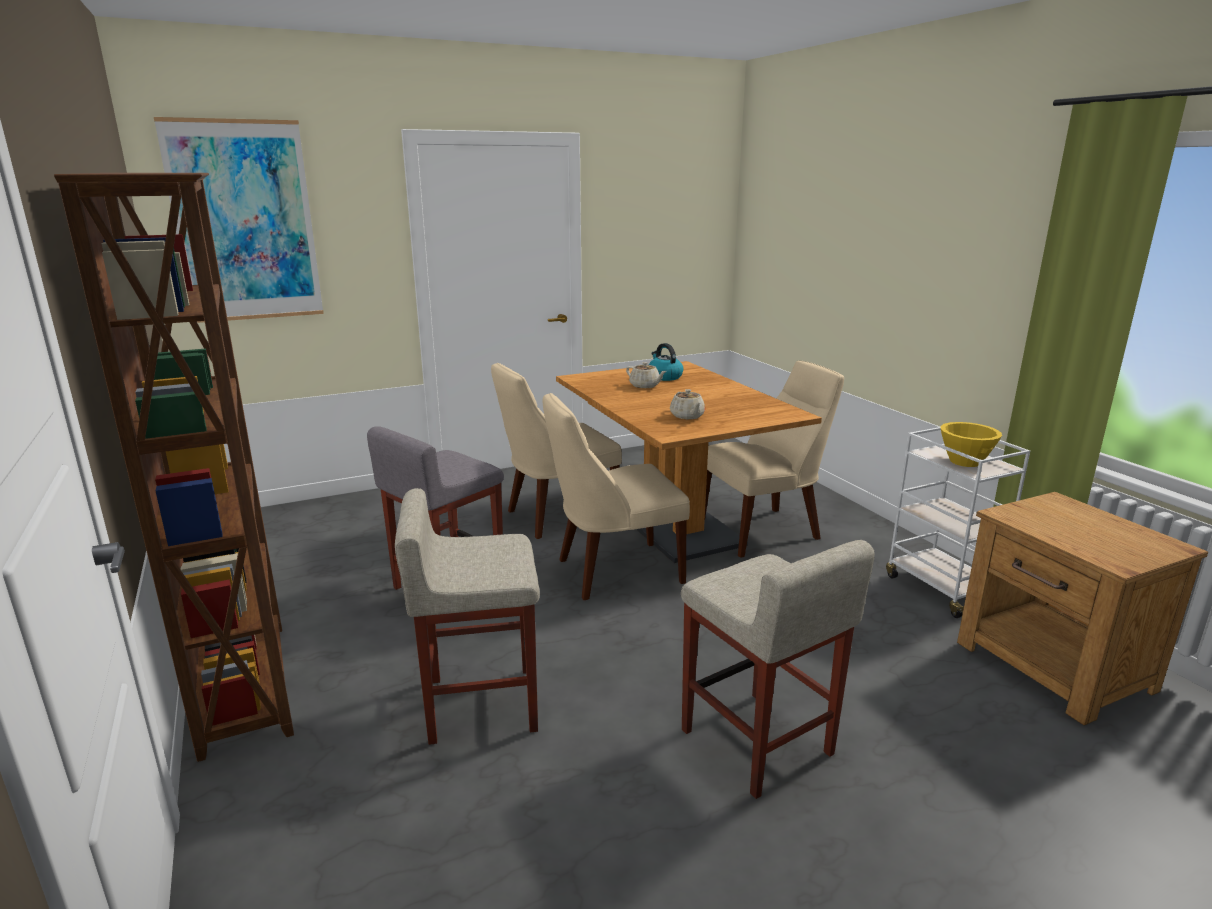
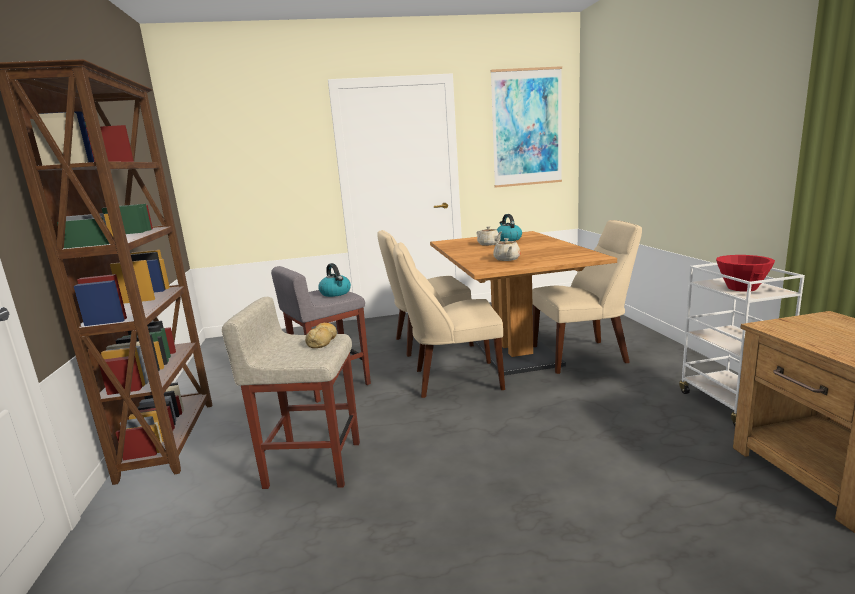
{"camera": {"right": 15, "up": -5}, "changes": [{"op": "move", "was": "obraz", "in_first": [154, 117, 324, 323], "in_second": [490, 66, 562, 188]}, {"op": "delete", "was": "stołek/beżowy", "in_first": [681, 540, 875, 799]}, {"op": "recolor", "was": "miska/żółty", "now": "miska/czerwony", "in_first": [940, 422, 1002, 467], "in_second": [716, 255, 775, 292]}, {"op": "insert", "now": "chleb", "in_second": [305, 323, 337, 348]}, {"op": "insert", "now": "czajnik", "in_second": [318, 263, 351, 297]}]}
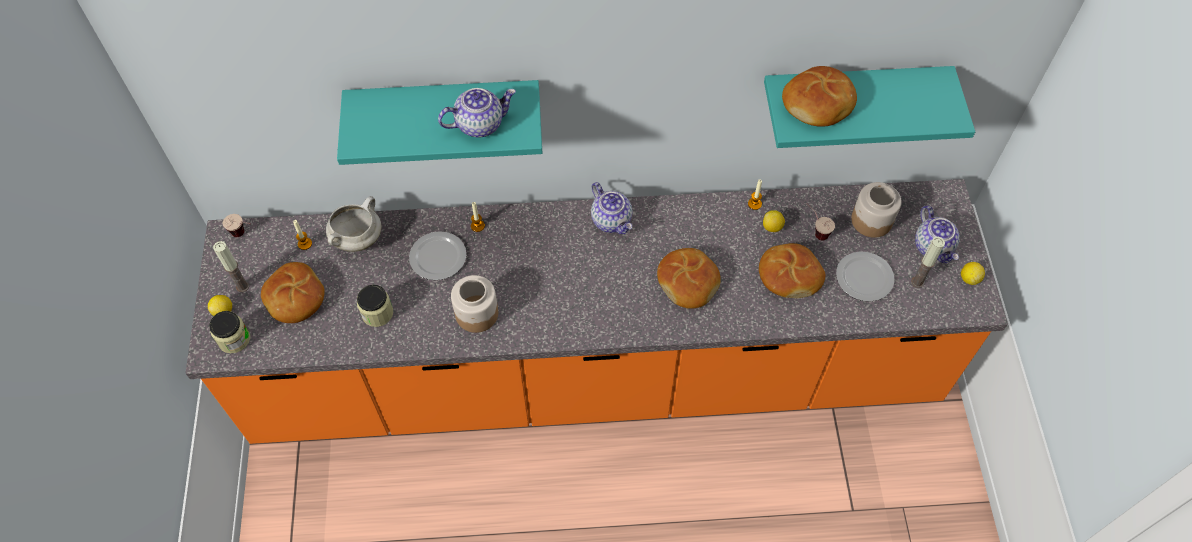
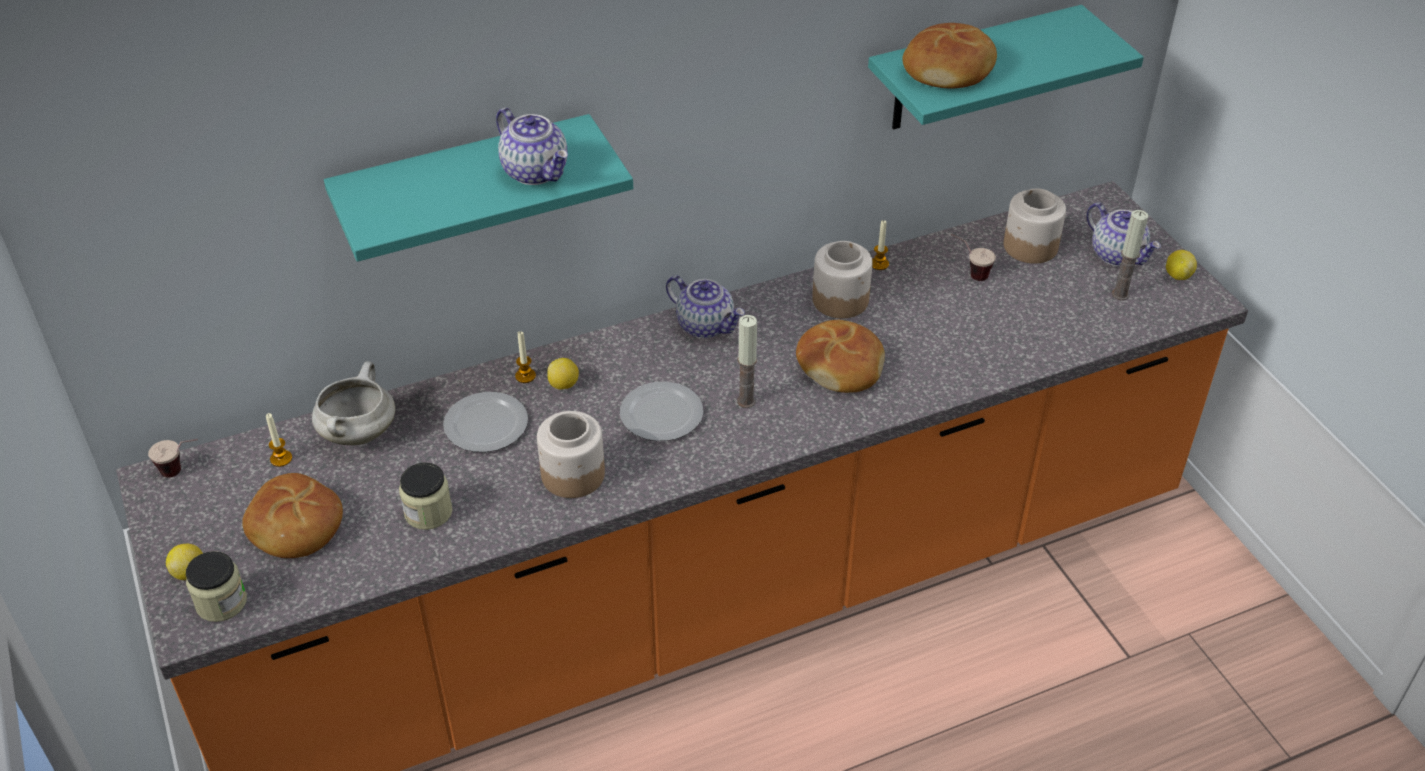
{"camera": {"right": -20, "up": -15}, "changes": [{"op": "move", "was": "świeca", "in_first": [213, 241, 249, 292], "in_second": [737, 315, 757, 408]}, {"op": "rotate", "was": "imbryk", "in_first": [438, 88, 516, 138], "in_second": [496, 108, 568, 185], "clockwise": 90}, {"op": "delete", "was": "chleb", "in_first": [759, 243, 825, 298]}, {"op": "move", "was": "cytryna", "in_first": [763, 210, 785, 232], "in_second": [547, 358, 579, 390]}, {"op": "move", "was": "talerz", "in_first": [836, 251, 895, 301], "in_second": [620, 382, 703, 441]}, {"op": "insert", "now": "słoik", "in_second": [812, 241, 873, 318]}]}
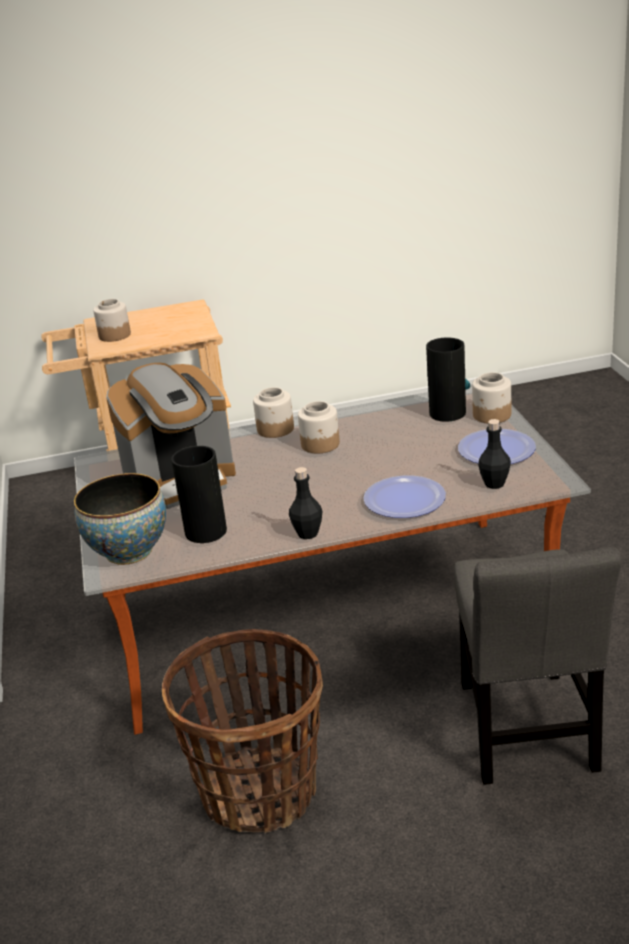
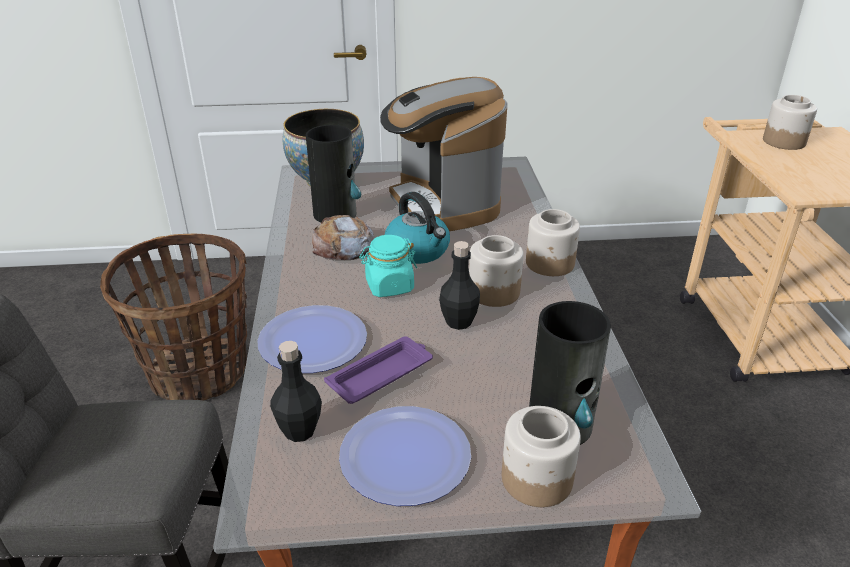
{"camera": {"right": 95, "up": 5}, "changes": [{"op": "move", "was": "butelka/czarny", "in_first": [289, 467, 322, 539], "in_second": [439, 241, 480, 330]}, {"op": "insert", "now": "chleb", "in_second": [312, 215, 376, 260]}, {"op": "insert", "now": "taca/fioletowy", "in_second": [324, 336, 433, 404]}, {"op": "insert", "now": "słoik/turkusowy", "in_second": [359, 235, 417, 297]}, {"op": "insert", "now": "czajnik", "in_second": [385, 192, 450, 264]}]}
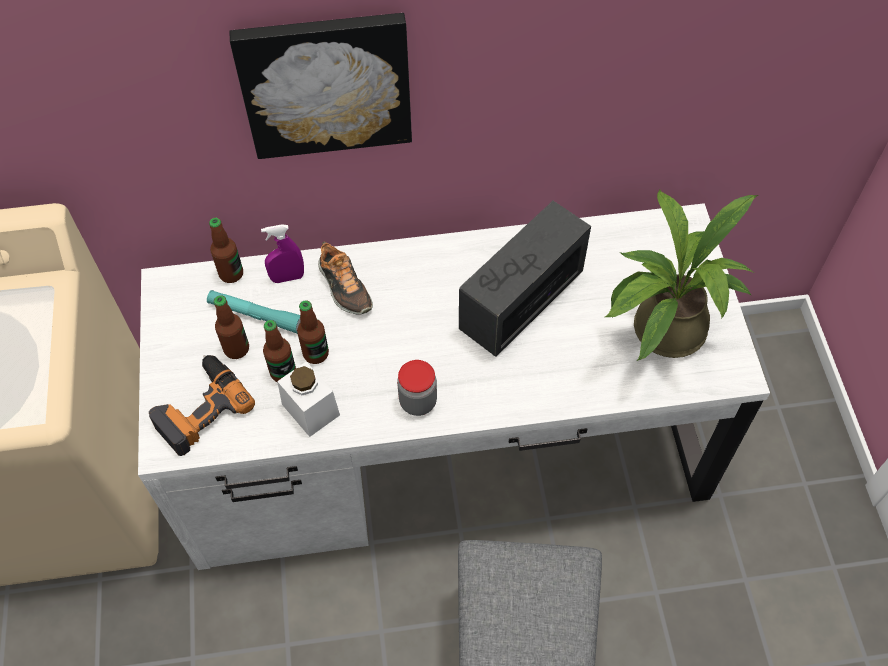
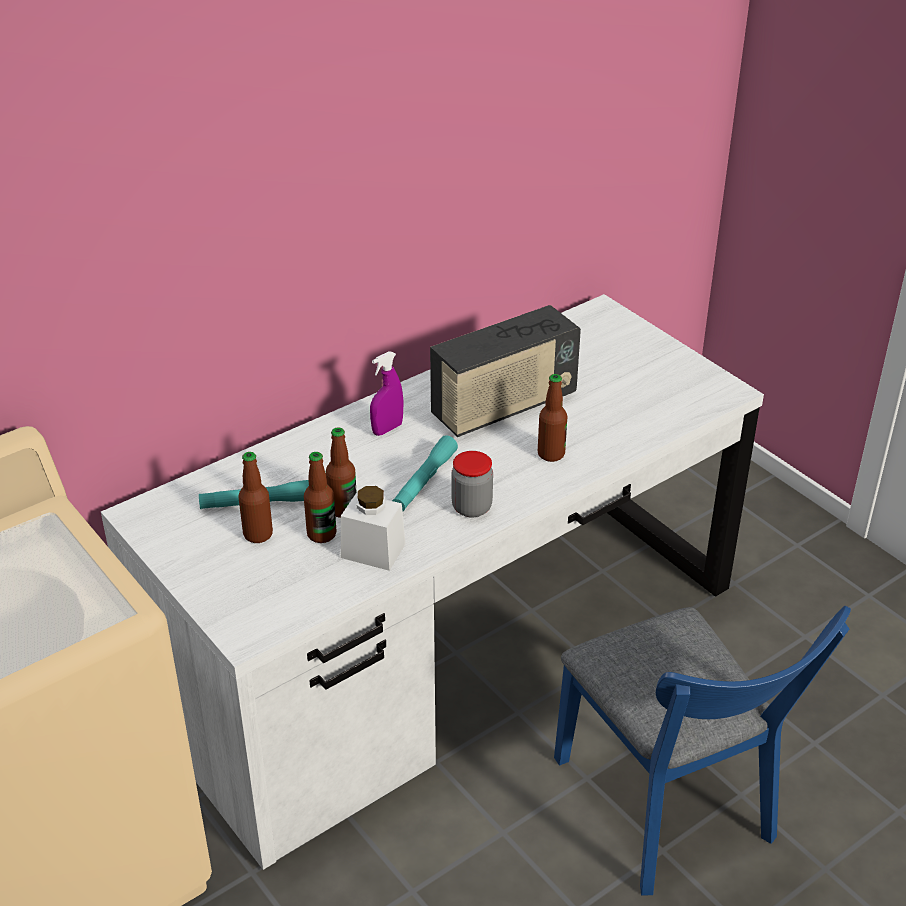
{"camera": {"right": -30, "up": -20}, "changes": [{"op": "delete", "was": "wiertarka", "in_first": [149, 355, 255, 456]}, {"op": "move", "was": "butelka", "in_first": [209, 218, 243, 283], "in_second": [538, 374, 568, 462]}, {"op": "delete", "was": "obraz", "in_first": [229, 13, 412, 159]}, {"op": "move", "was": "spryskiwacz/fioletowy", "in_first": [261, 225, 304, 283], "in_second": [370, 351, 404, 436]}, {"op": "delete", "was": "but", "in_first": [318, 241, 373, 315]}, {"op": "rotate", "was": "radio", "in_first": [459, 201, 591, 357], "in_second": [430, 305, 581, 437], "clockwise": -135}, {"op": "delete", "was": "roślina doniczkowa", "in_first": [605, 190, 759, 361]}, {"op": "insert", "now": "latarka/turkusowy", "in_second": [392, 435, 458, 511]}]}
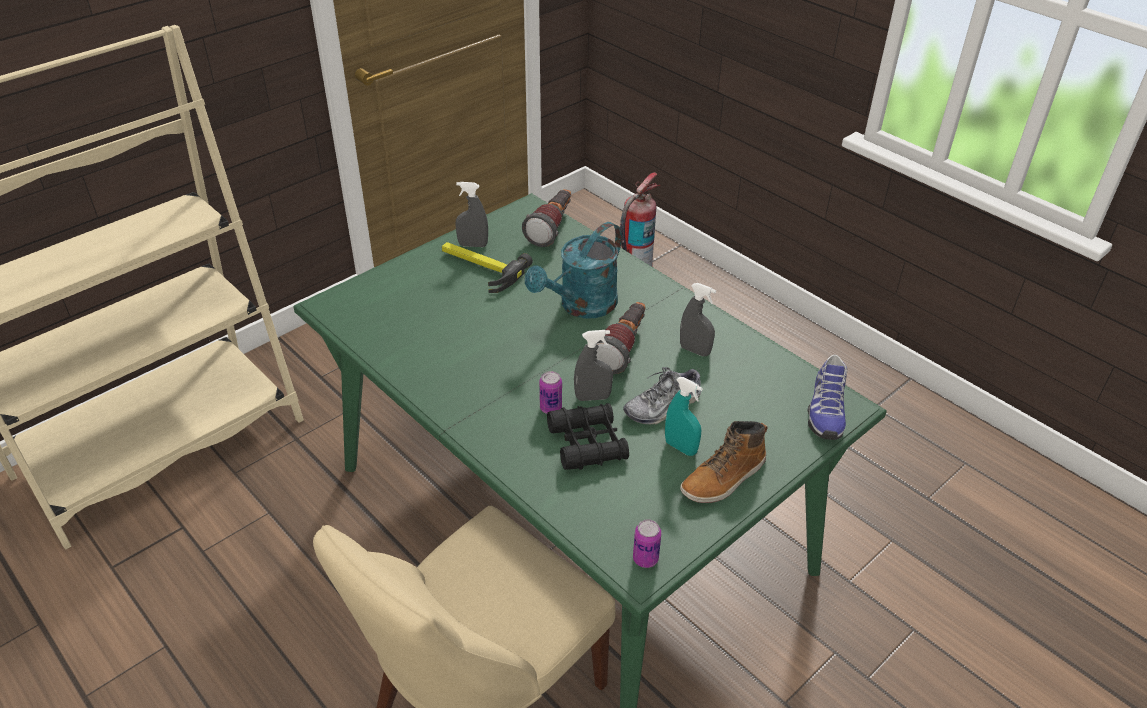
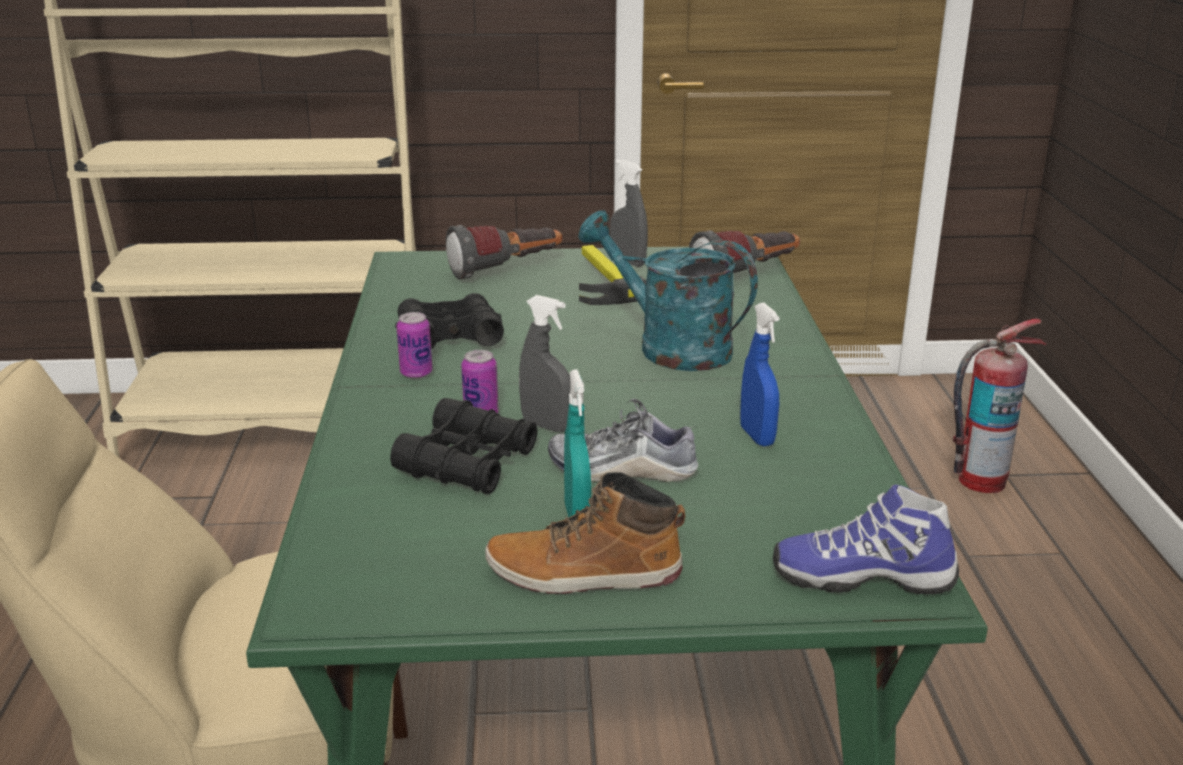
{"camera": {"right": 40, "up": -15}, "changes": [{"op": "rotate", "was": "konewka/turkusowy", "in_first": [525, 222, 622, 319], "in_second": [578, 211, 758, 371], "clockwise": 45}, {"op": "move", "was": "latarka", "in_first": [596, 302, 645, 374], "in_second": [446, 225, 562, 280]}, {"op": "move", "was": "puszka", "in_first": [633, 519, 662, 568], "in_second": [397, 312, 432, 379]}, {"op": "recolor", "was": "spryskiwacz/szary", "now": "spryskiwacz/niebieski", "in_first": [680, 283, 716, 356], "in_second": [740, 303, 780, 446]}, {"op": "rotate", "was": "but", "in_first": [807, 355, 847, 440], "in_second": [773, 484, 959, 594], "clockwise": 45}, {"op": "insert", "now": "lornetka/czarny", "in_second": [395, 293, 504, 349]}]}
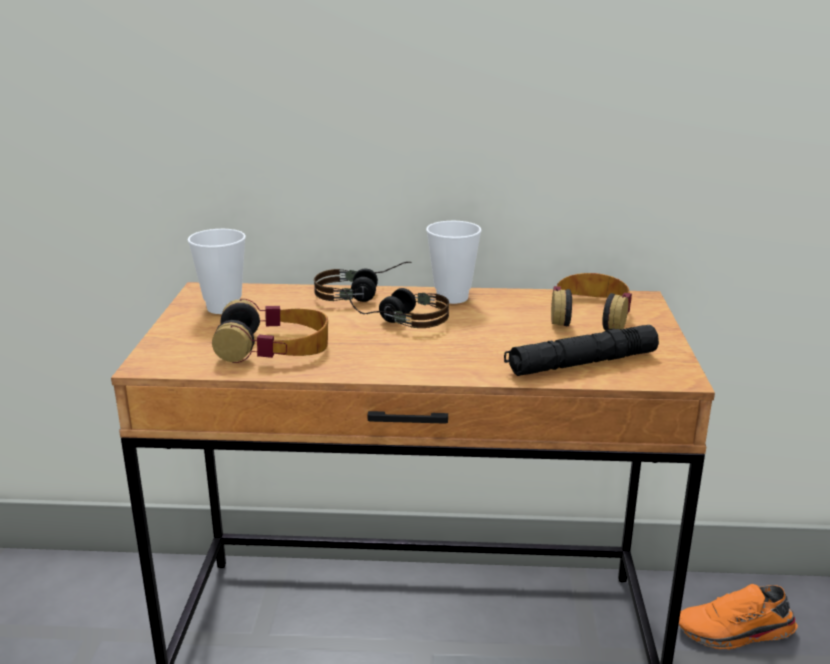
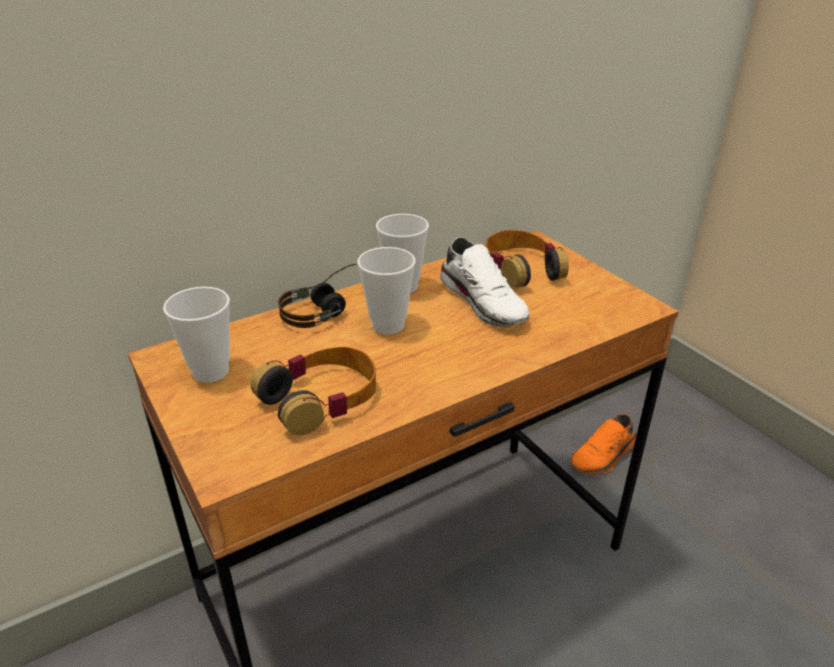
{"camera": {"right": -35, "up": 10}, "changes": [{"op": "replace", "was": "słuchawki", "now": "filiżanka", "in_first": [342, 288, 449, 328], "in_second": [357, 247, 416, 334]}, {"op": "delete", "was": "latarka/czarny", "in_first": [504, 325, 659, 376]}, {"op": "insert", "now": "but/biały", "in_second": [440, 237, 529, 327]}]}
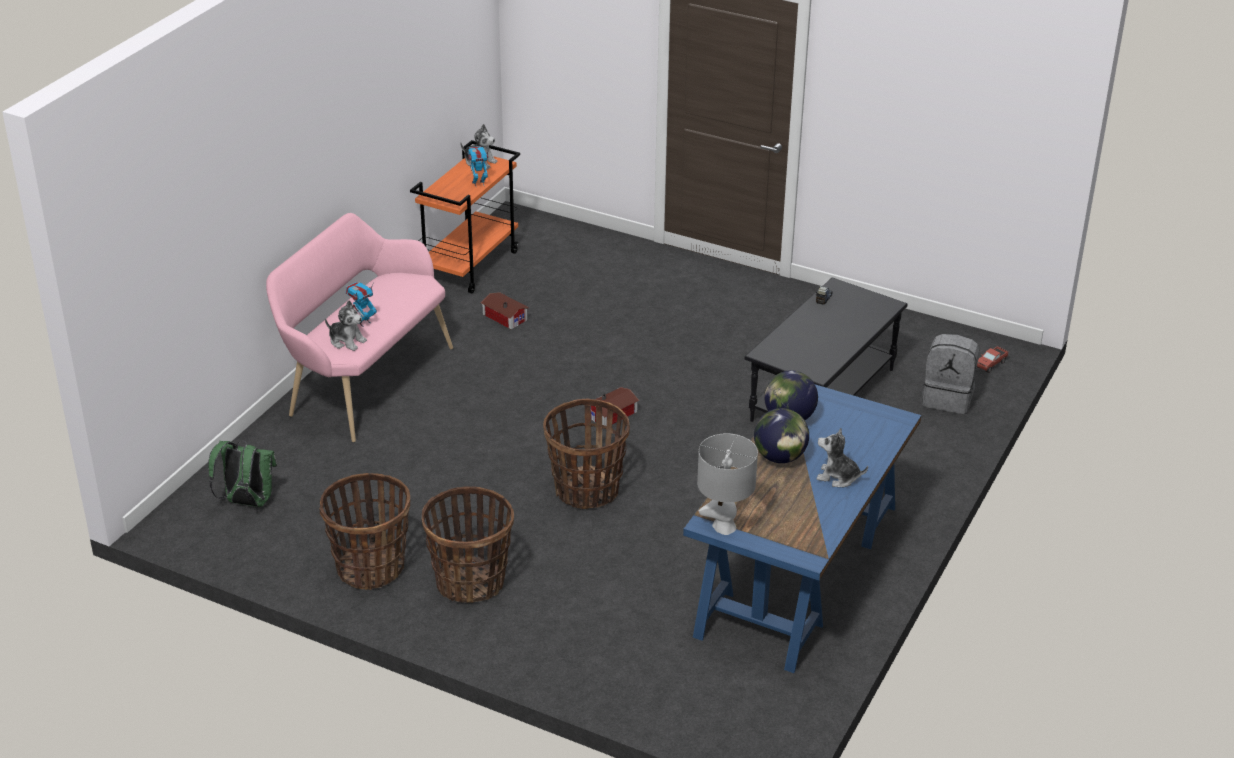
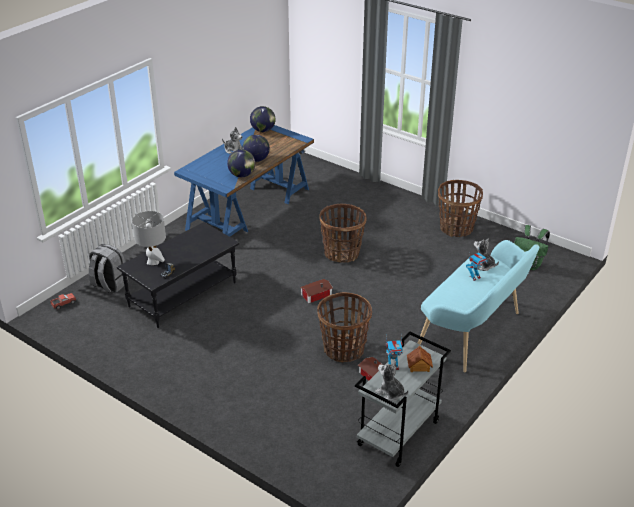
{"camera": {"right": -170, "up": 0}, "changes": [{"op": "recolor", "was": "ławka/różowy", "now": "ławka/turkusowy", "in_first": [266, 213, 453, 442], "in_second": [418, 240, 539, 372]}, {"op": "recolor", "was": "wózek/pomarańczowy", "now": "wózek/szary", "in_first": [410, 140, 520, 293], "in_second": [355, 332, 451, 467]}, {"op": "move", "was": "koszyk", "in_first": [422, 486, 514, 603], "in_second": [317, 292, 372, 362]}, {"op": "move", "was": "lampa stołowa/szary", "in_first": [697, 433, 758, 535], "in_second": [132, 211, 166, 265]}, {"op": "insert", "now": "globus", "in_second": [250, 106, 276, 132]}, {"op": "insert", "now": "domek", "in_second": [407, 346, 433, 372]}]}
